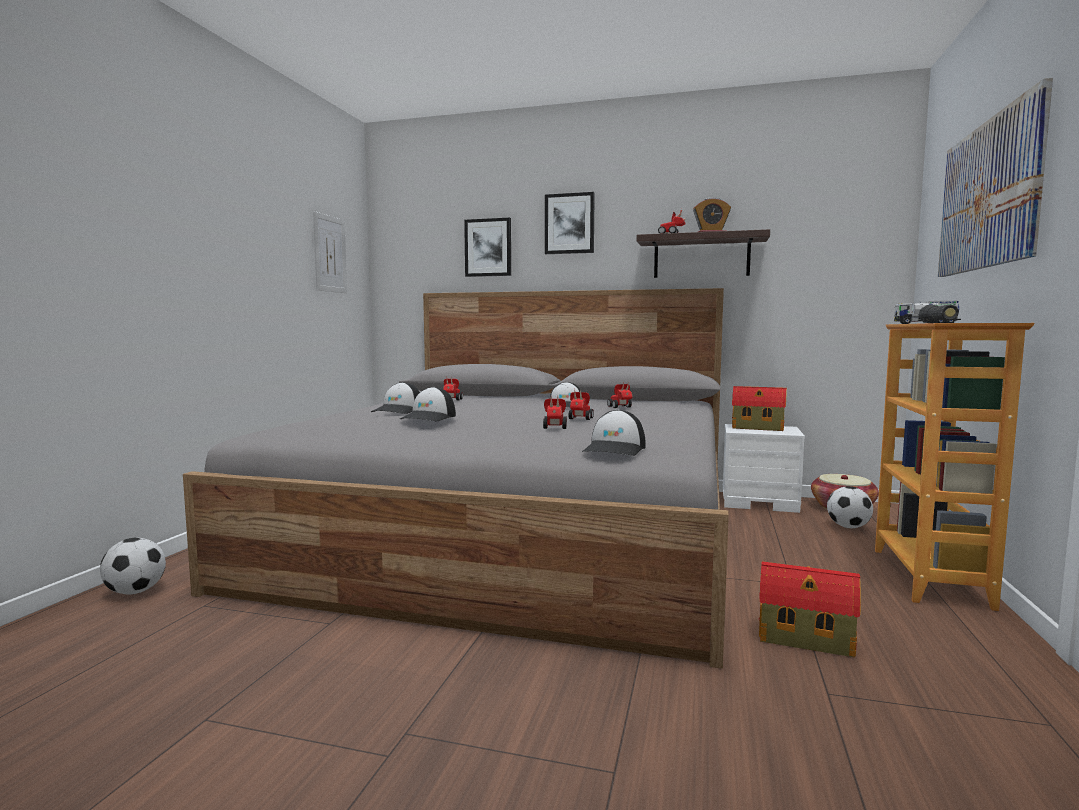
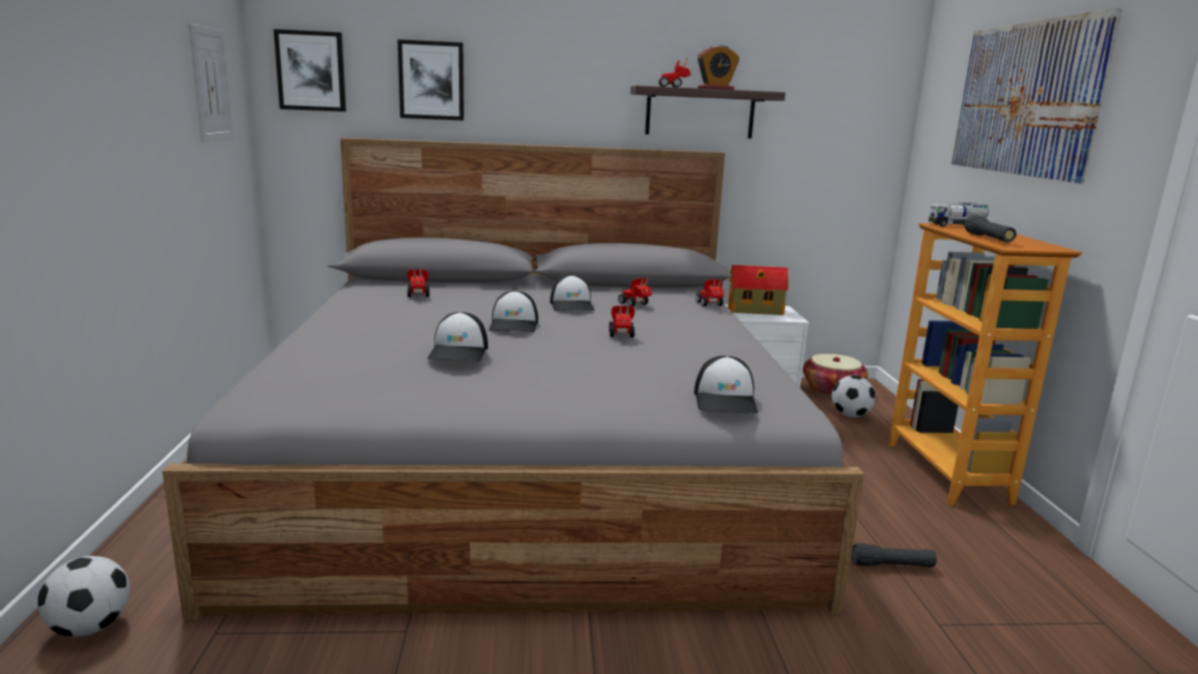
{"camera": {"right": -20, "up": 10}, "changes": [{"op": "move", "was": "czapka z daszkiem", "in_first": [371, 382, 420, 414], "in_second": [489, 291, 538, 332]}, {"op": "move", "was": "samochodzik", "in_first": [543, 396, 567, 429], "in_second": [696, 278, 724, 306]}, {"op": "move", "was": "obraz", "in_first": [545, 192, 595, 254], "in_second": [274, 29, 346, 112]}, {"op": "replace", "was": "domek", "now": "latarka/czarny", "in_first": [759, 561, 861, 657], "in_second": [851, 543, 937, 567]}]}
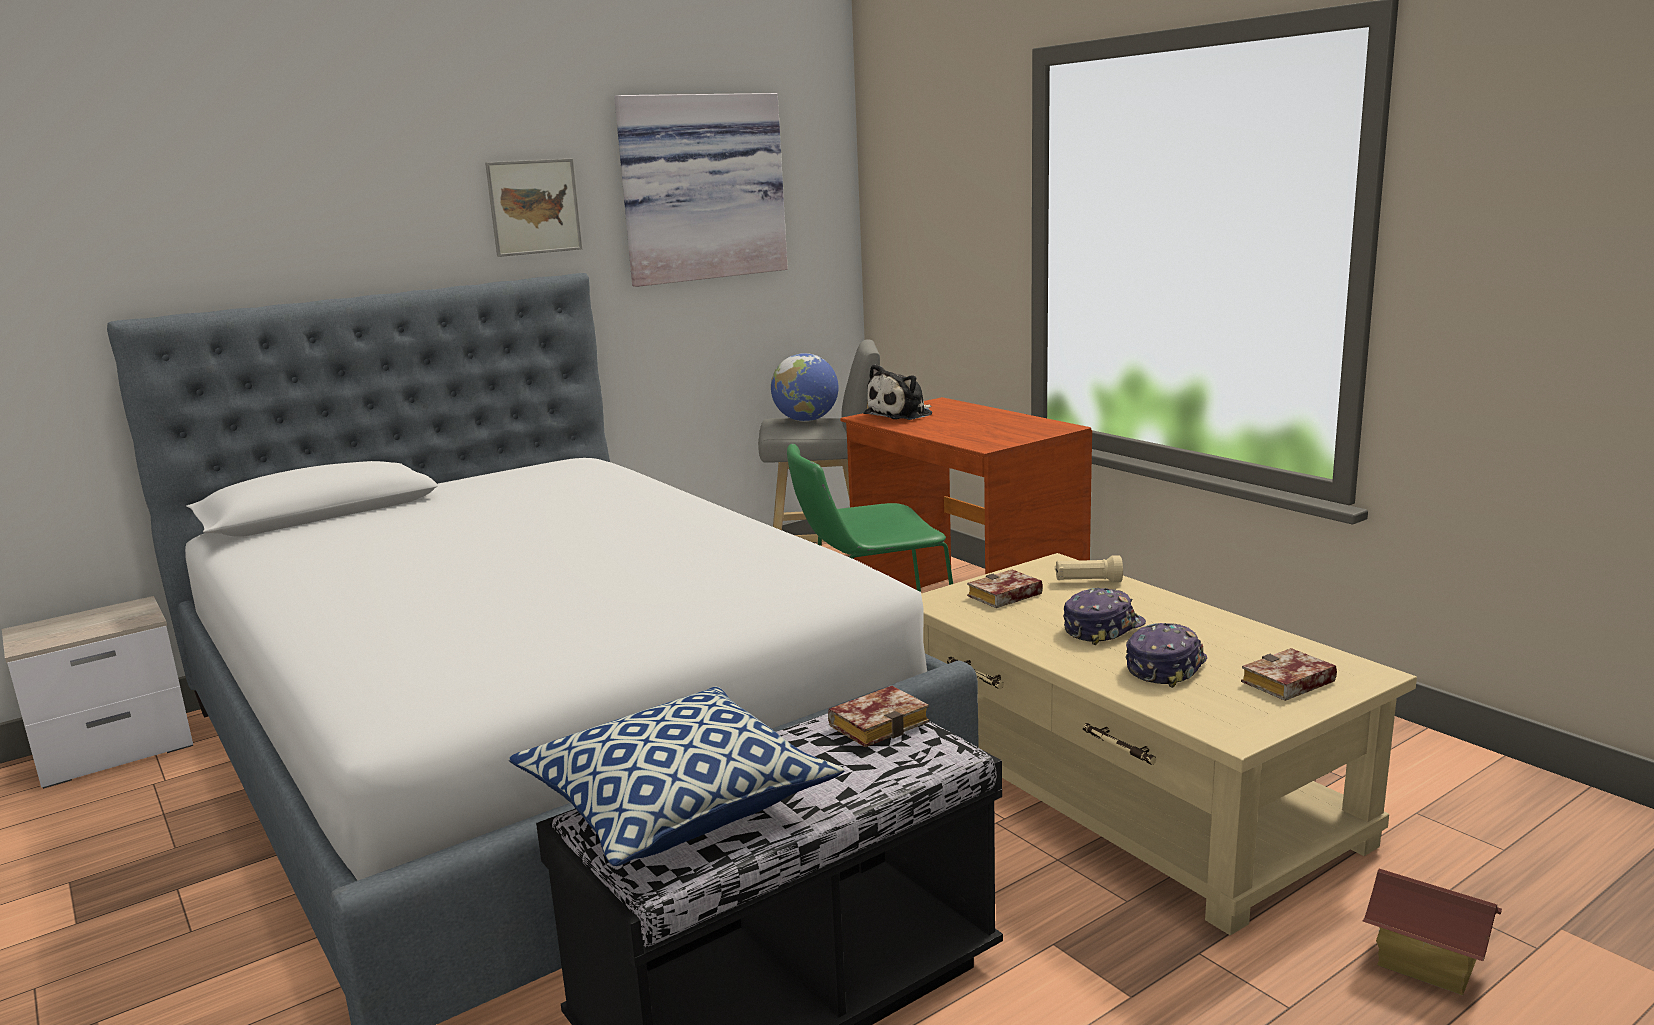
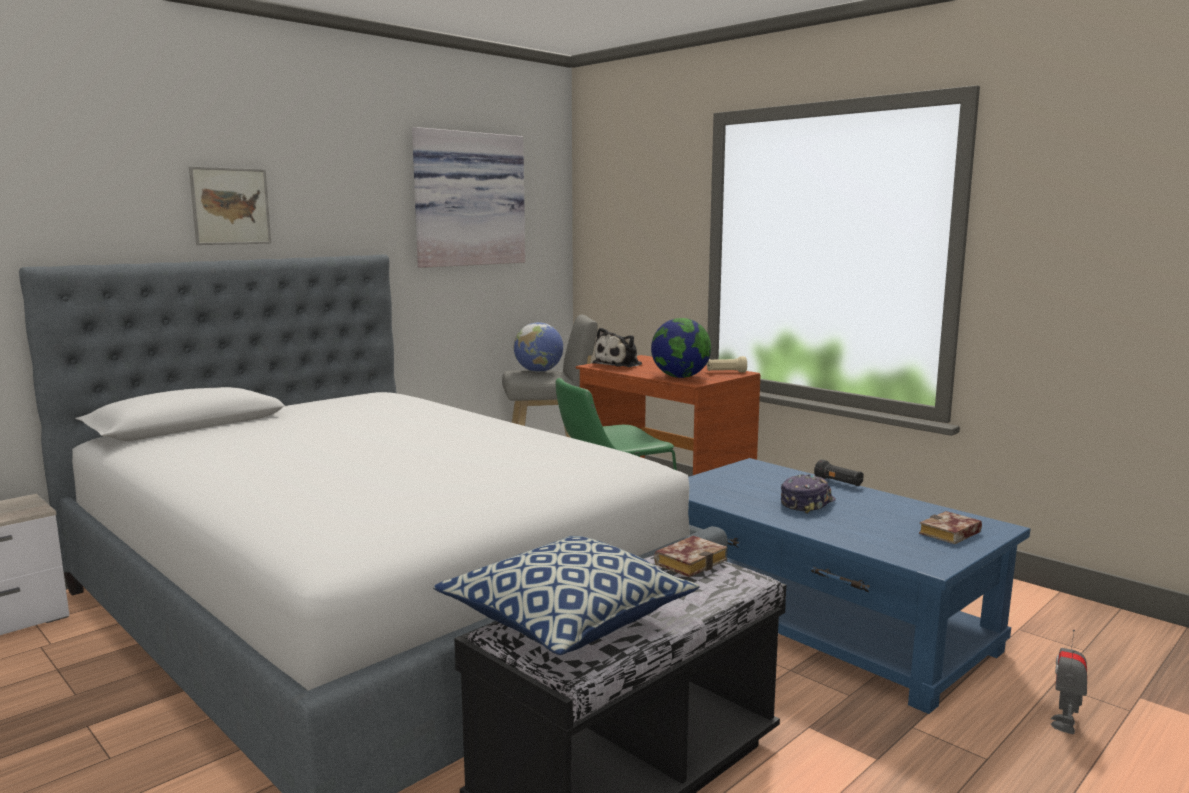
{"camera": {"right": -10, "up": -5}, "changes": [{"op": "move", "was": "obraz", "in_first": [485, 158, 582, 257], "in_second": [189, 166, 271, 245]}, {"op": "recolor", "was": "ława/beżowy", "now": "ława/niebieski", "in_first": [921, 553, 1417, 935], "in_second": [688, 458, 1030, 714]}, {"op": "delete", "was": "książka", "in_first": [967, 570, 1043, 608]}, {"op": "move", "was": "latarka/beżowy", "in_first": [1055, 555, 1123, 583], "in_second": [706, 356, 747, 373]}, {"op": "delete", "was": "czapka z daszkiem", "in_first": [1125, 623, 1207, 688]}, {"op": "replace", "was": "domek", "now": "robot zabawkowy", "in_first": [1363, 869, 1502, 995], "in_second": [1051, 629, 1087, 734]}, {"op": "insert", "now": "globus", "in_second": [651, 318, 711, 378]}, {"op": "insert", "now": "latarka/czarny", "in_second": [814, 460, 864, 486]}]}
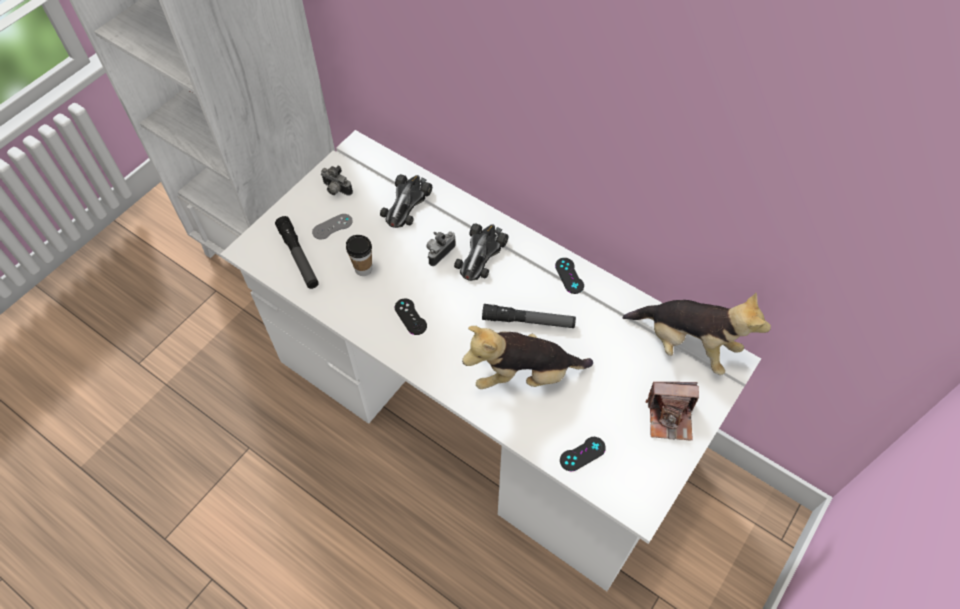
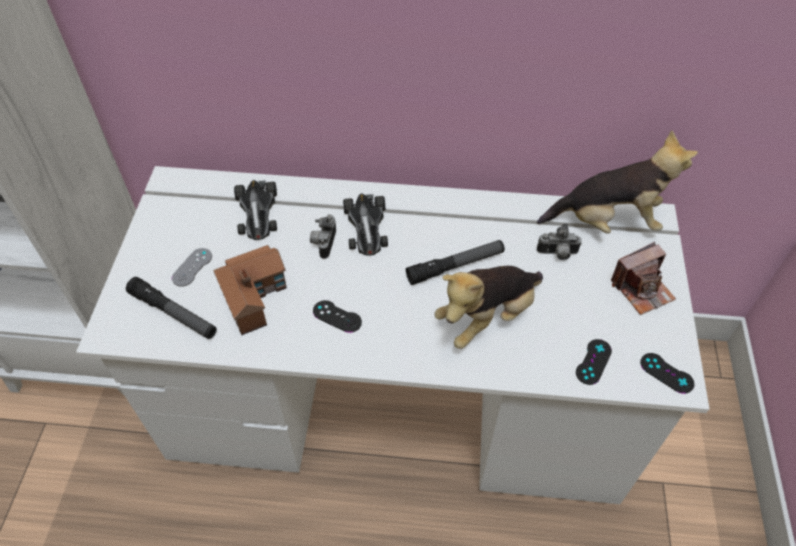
{"camera": {"right": -30, "up": -5}, "changes": [{"op": "move", "was": "aparat fotograficzny", "in_first": [321, 166, 353, 196], "in_second": [537, 223, 582, 260]}, {"op": "replace", "was": "filiżanka", "now": "domek", "in_first": [346, 235, 372, 276], "in_second": [213, 245, 287, 335]}, {"op": "move", "was": "pad do gier/czarny", "in_first": [555, 258, 584, 294], "in_second": [640, 353, 694, 394]}]}
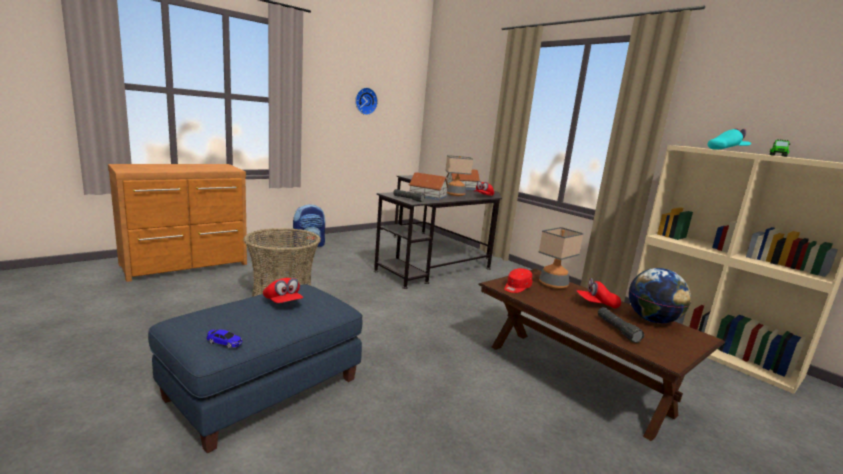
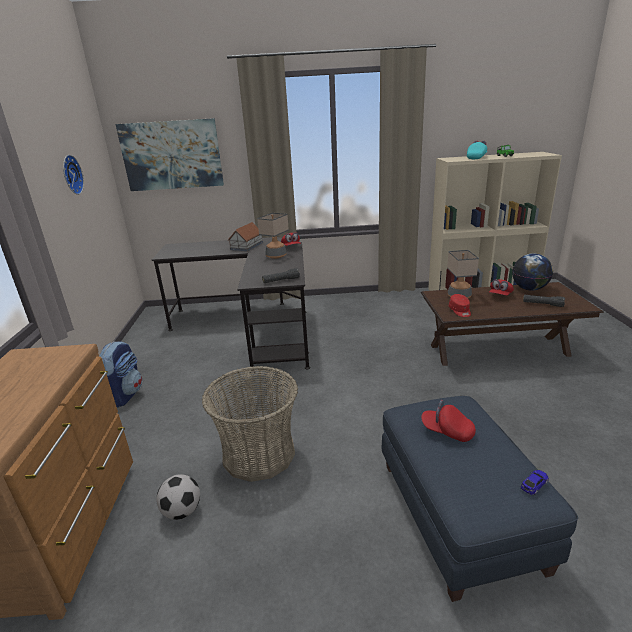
{"camera": {"right": -50, "up": 10}, "changes": [{"op": "rotate", "was": "czapka z daszkiem/czerwony", "in_first": [263, 278, 304, 303], "in_second": [421, 400, 476, 442], "clockwise": -150}, {"op": "delete", "was": "domek", "in_first": [408, 172, 449, 201]}, {"op": "insert", "now": "obraz", "in_second": [115, 118, 224, 191]}, {"op": "insert", "now": "piłka futbolowa", "in_second": [156, 474, 200, 520]}]}
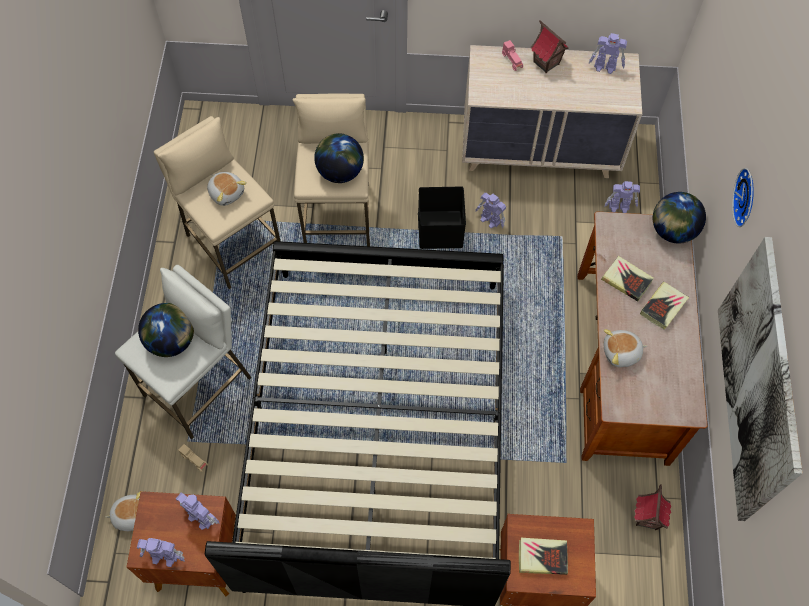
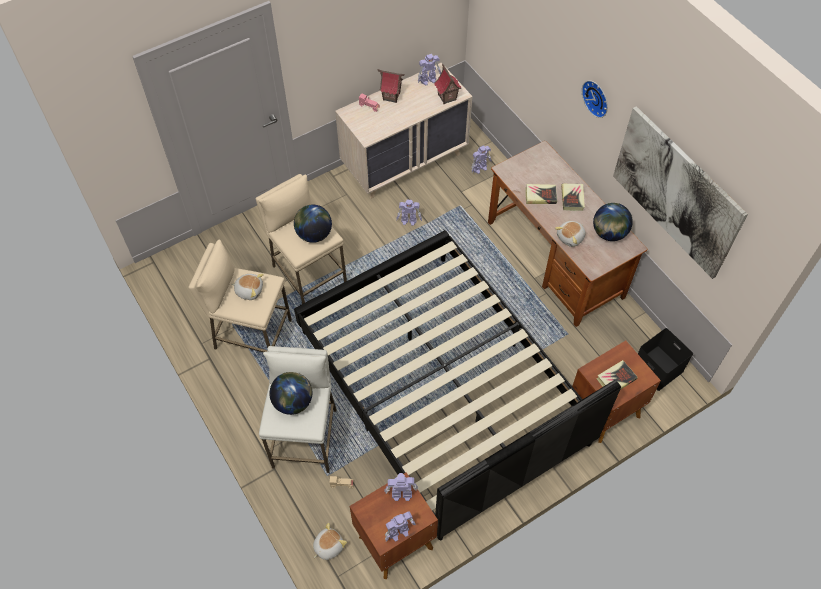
{"camera": {"right": -35, "up": -5}, "changes": [{"op": "move", "was": "pojemnik do przechowywania/czarny", "in_first": [418, 187, 466, 249], "in_second": [638, 328, 693, 391]}, {"op": "move", "was": "domek", "in_first": [634, 484, 671, 530], "in_second": [434, 63, 462, 104]}, {"op": "move", "was": "globus", "in_first": [653, 192, 706, 244], "in_second": [593, 203, 633, 241]}]}
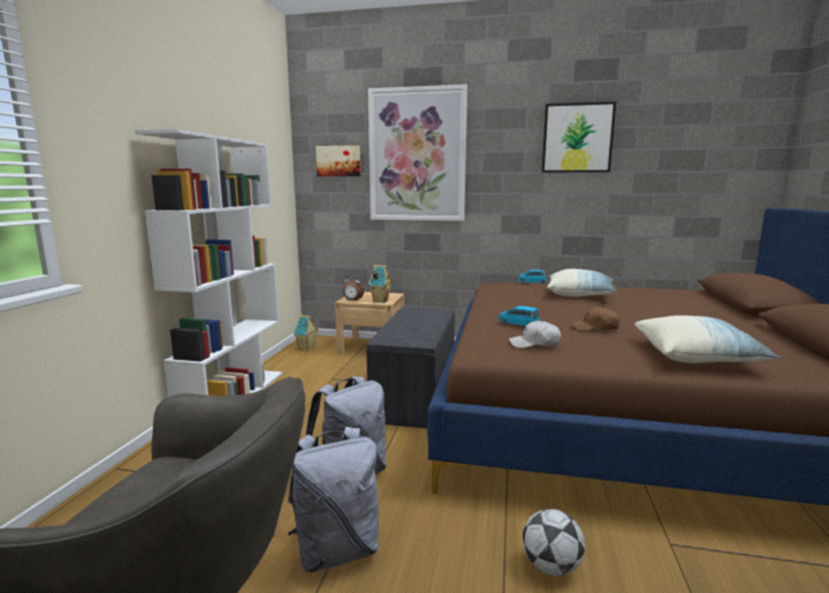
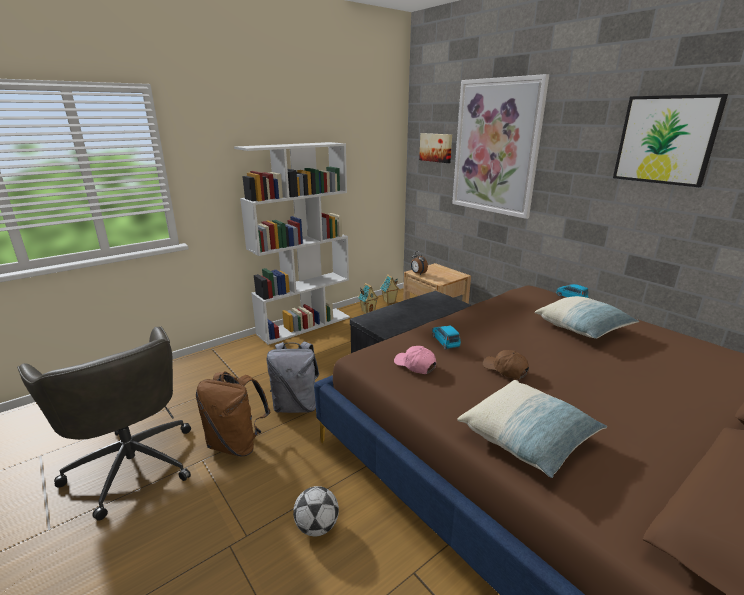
{"camera": {"right": 40, "up": 10}, "changes": [{"op": "recolor", "was": "plecak/szary", "now": "plecak/brązowy", "in_first": [288, 427, 379, 573], "in_second": [196, 371, 271, 456]}, {"op": "move", "was": "domek", "in_first": [369, 265, 392, 303], "in_second": [358, 283, 379, 313]}, {"op": "recolor", "was": "czapka z daszkiem/biały", "now": "czapka z daszkiem/różowy", "in_first": [509, 321, 561, 348], "in_second": [394, 346, 436, 374]}]}
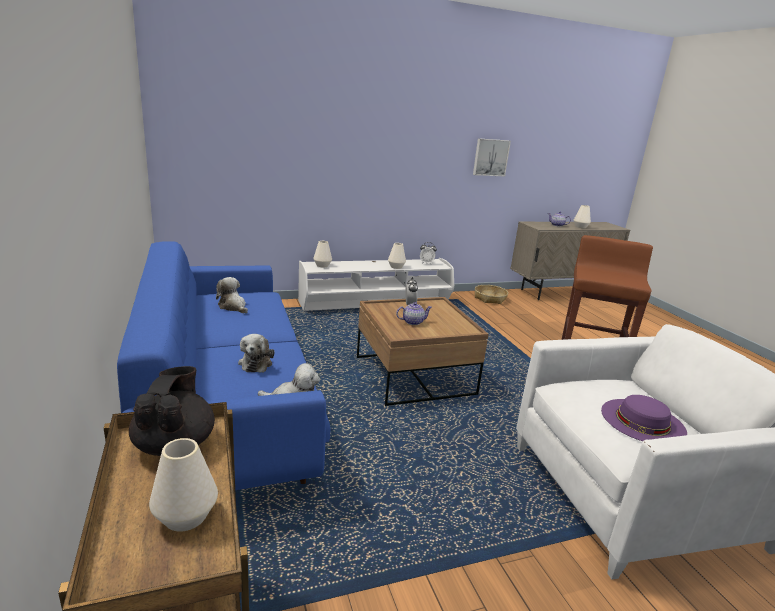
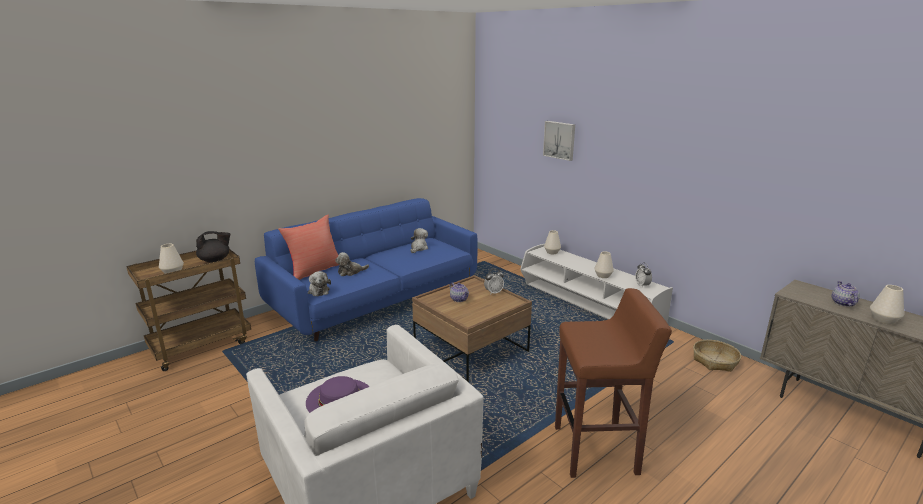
{"camera": {"right": 70, "up": 0}, "changes": [{"op": "move", "was": "obraz", "in_first": [473, 138, 511, 176], "in_second": [543, 121, 575, 161]}, {"op": "insert", "now": "poduszka/czerwony", "in_second": [278, 215, 339, 280]}]}
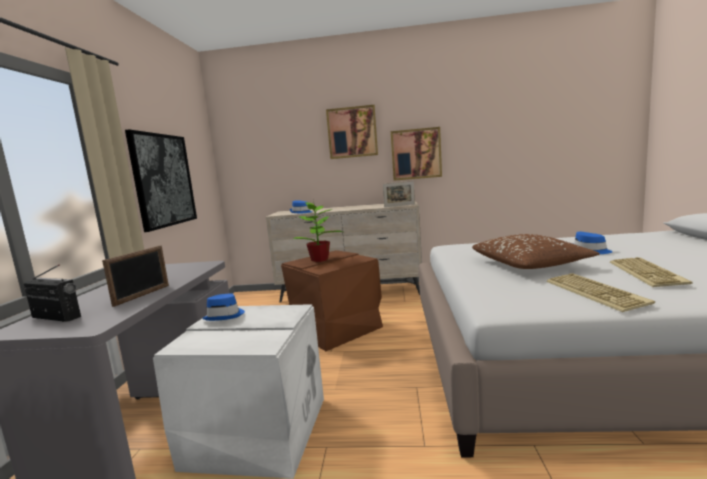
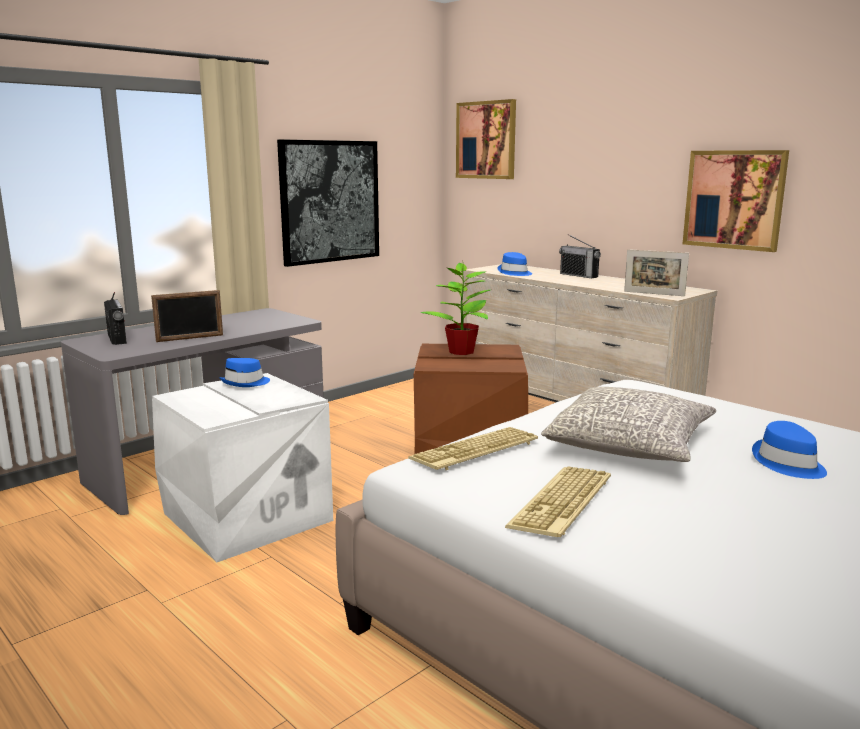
{"camera": {"right": 40, "up": 5}, "changes": [{"op": "move", "was": "obraz", "in_first": [326, 105, 378, 159], "in_second": [456, 99, 516, 179]}, {"op": "recolor", "was": "poduszka/brązowy", "now": "poduszka/szary", "in_first": [472, 234, 600, 269], "in_second": [541, 387, 716, 462]}, {"op": "move", "was": "klawiatura", "in_first": [610, 257, 693, 287], "in_second": [408, 427, 538, 470]}, {"op": "insert", "now": "radio", "in_second": [559, 234, 601, 278]}]}
